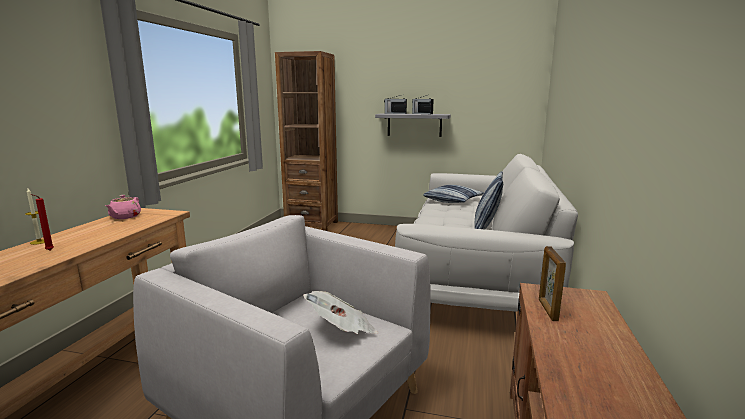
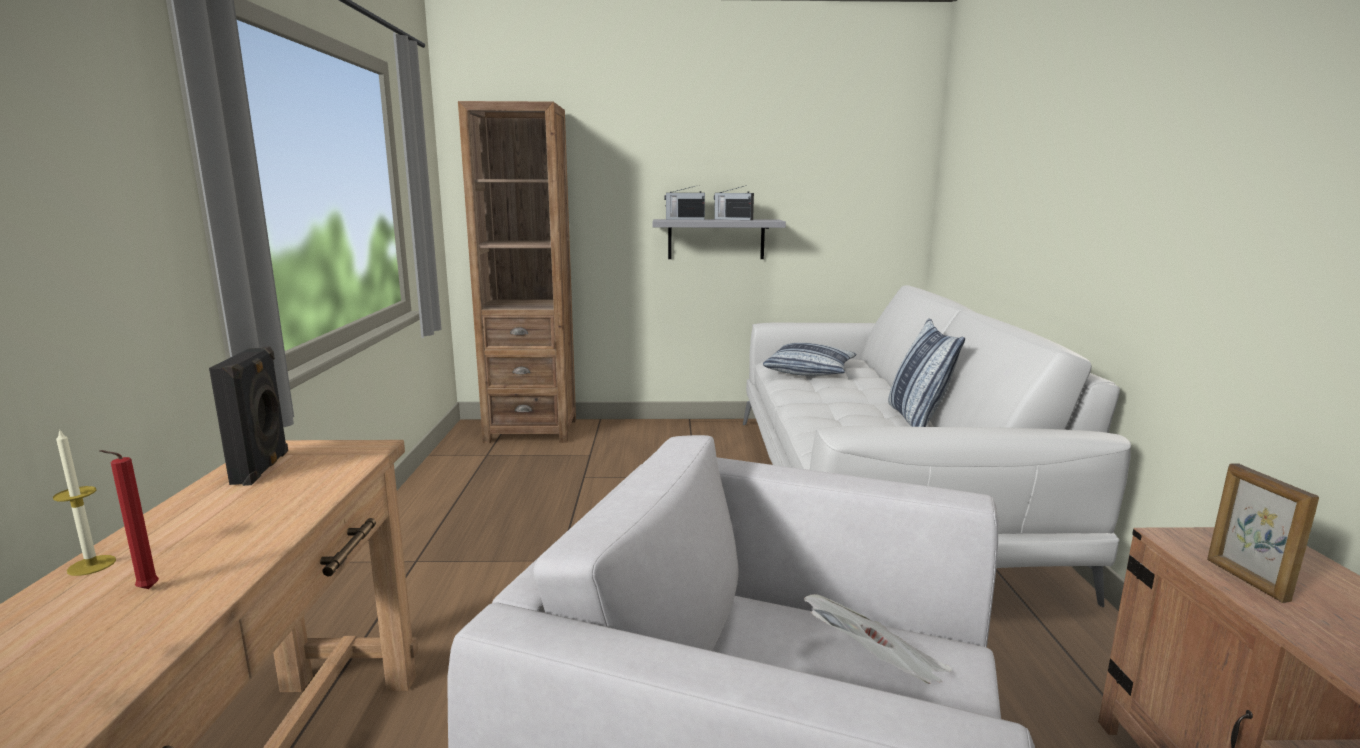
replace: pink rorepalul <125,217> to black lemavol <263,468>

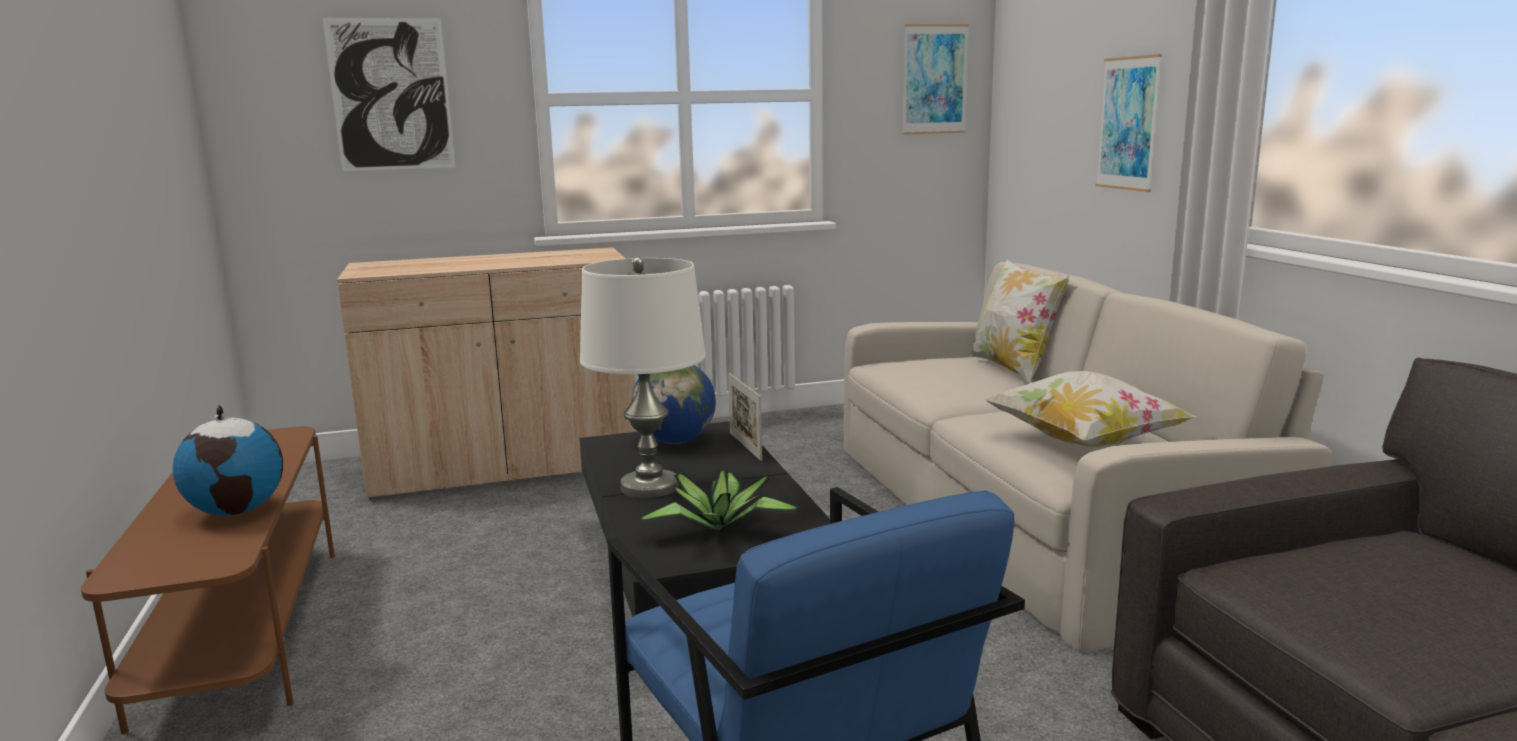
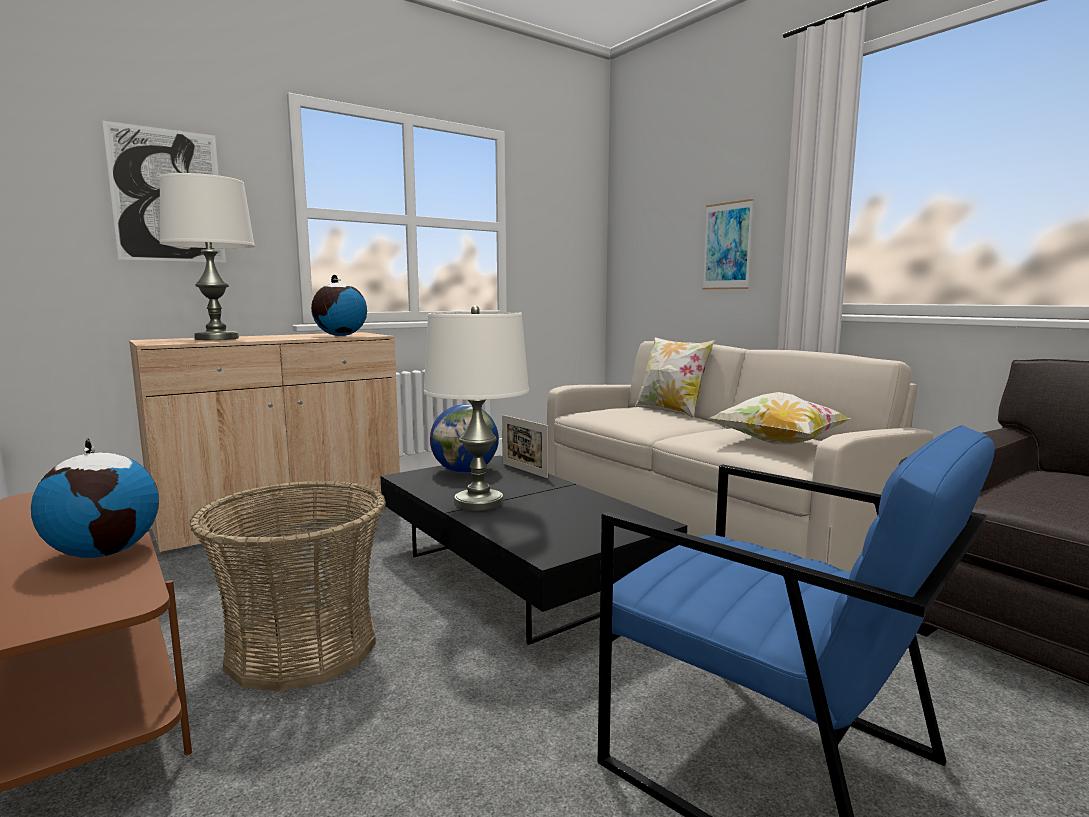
delete: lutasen <719,528>; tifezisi <934,79>
insert: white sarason <217,338>; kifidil <303,647>; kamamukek <340,336>

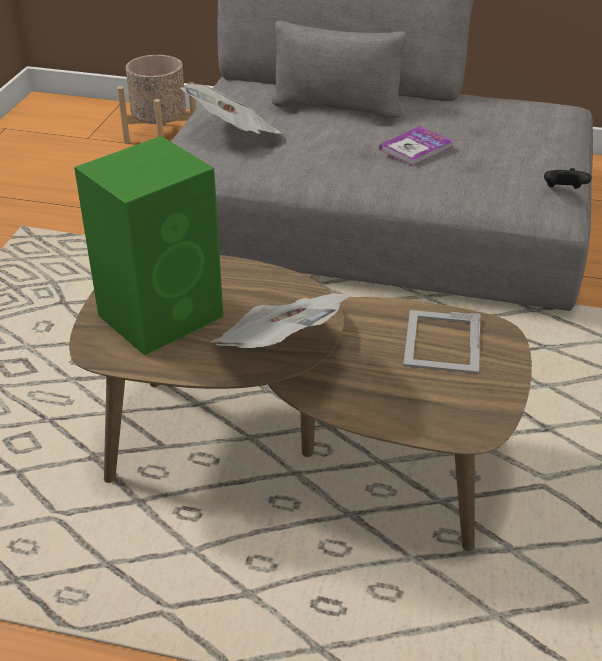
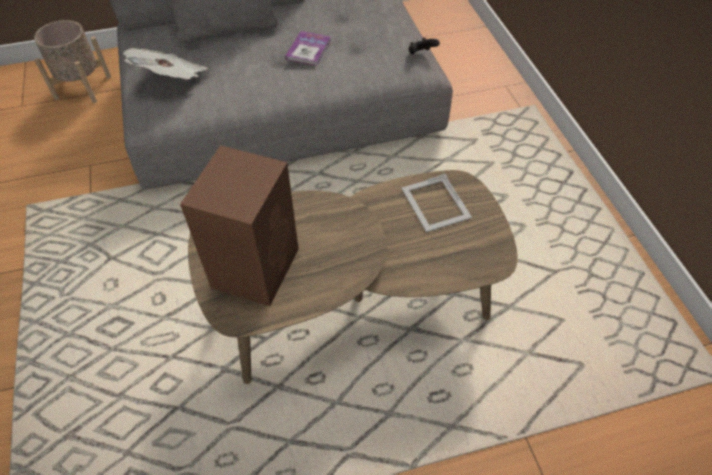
delete: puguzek <279,348>
recolor: green lemavol <163,315> to brown lemavol <256,266>

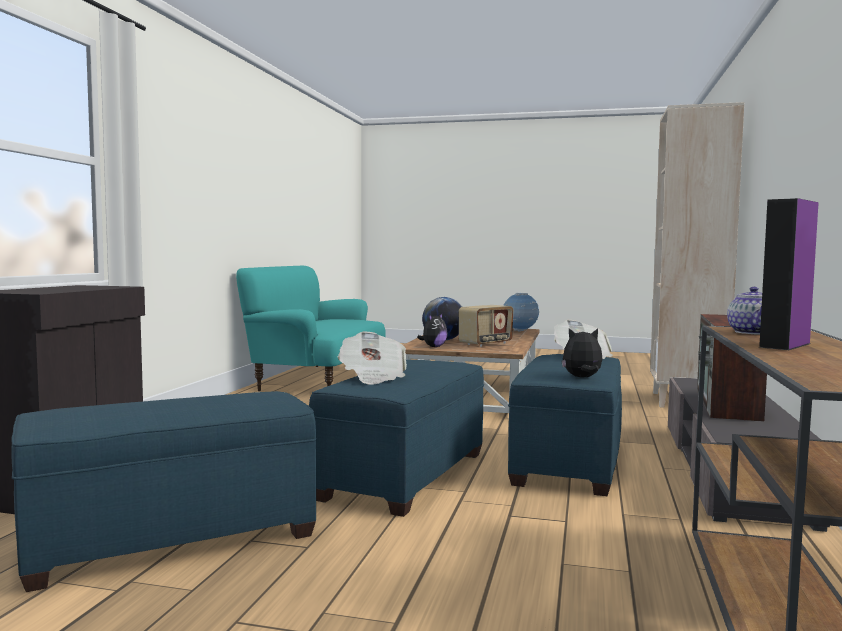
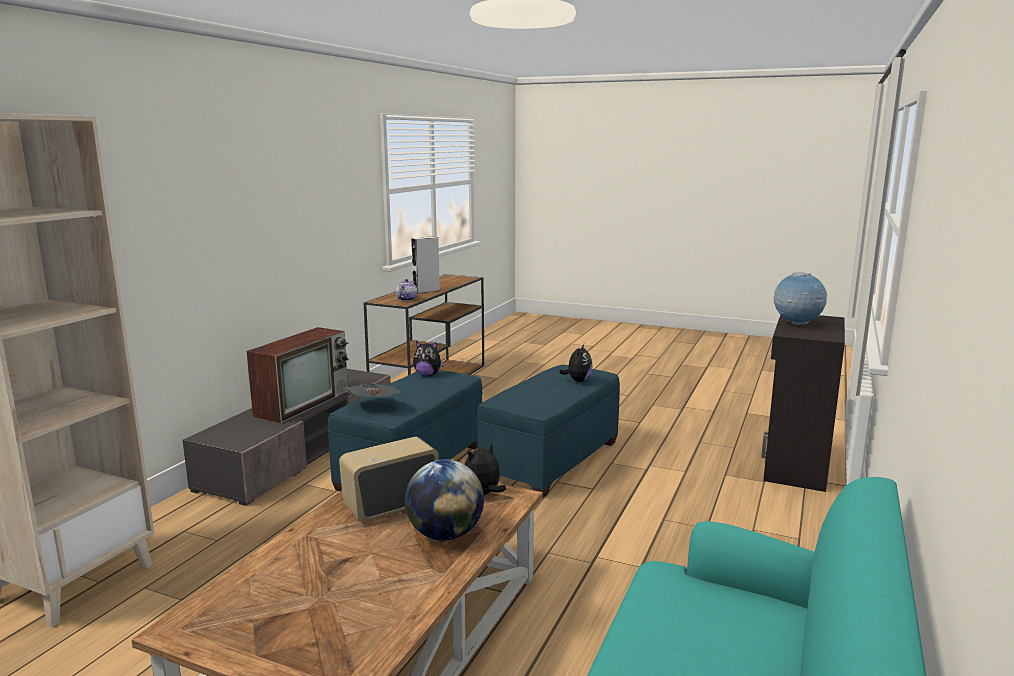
delete: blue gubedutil <171,539>
move: kamamukek <520,331> to <797,324>
replace: puguzek <373,377> to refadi <578,380>
recolor: purple lemavol <785,345> to grey lemavol <426,291>

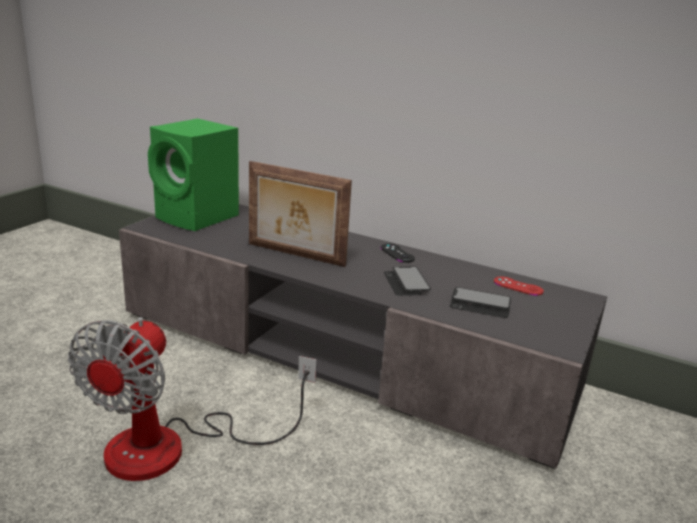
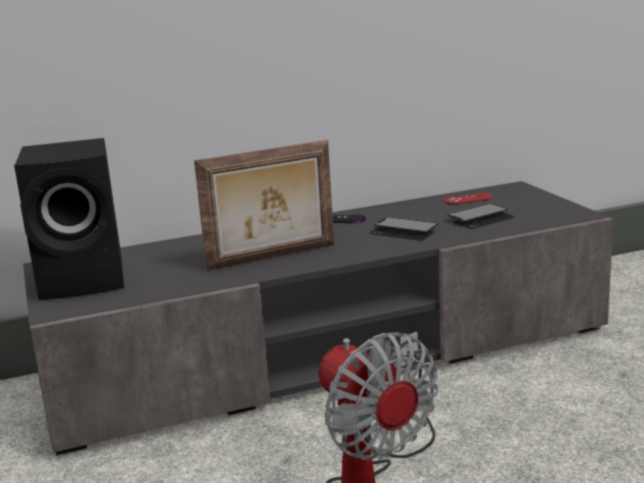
recolor: green lemavol <198,218> to black lemavol <86,279>

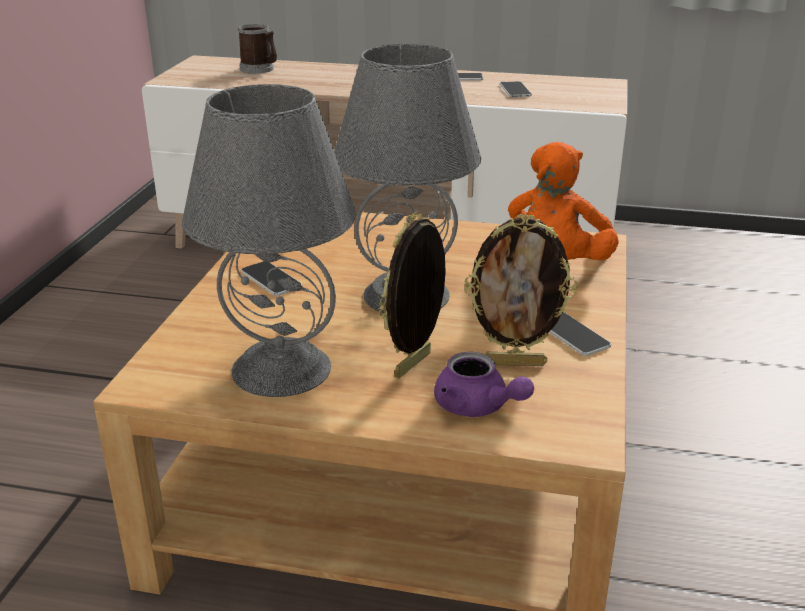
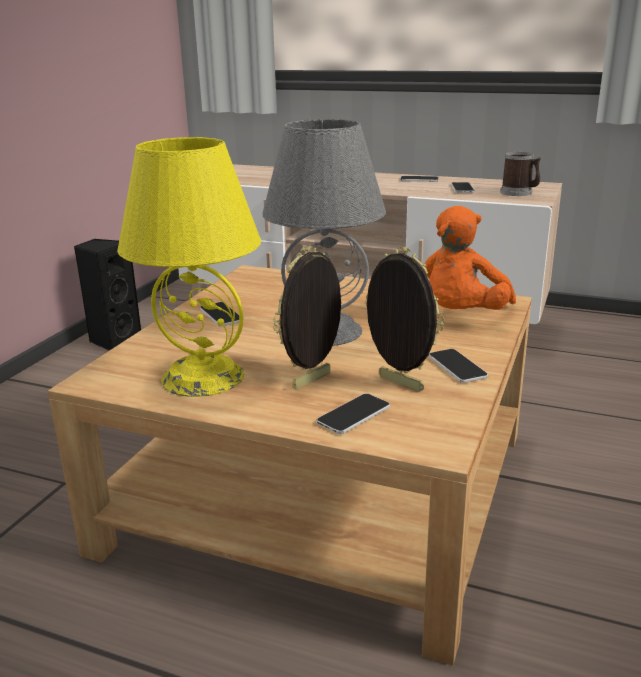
insert: black lemavol <114,341>
move: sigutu <260,69> to <519,193>
replace: purple rorepalul <477,407> to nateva <354,415>
recolor: grey sarason <280,369> to yellow sarason <201,377>
rotate: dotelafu <514,362> = <398,384> 150 degrees counterclockwise

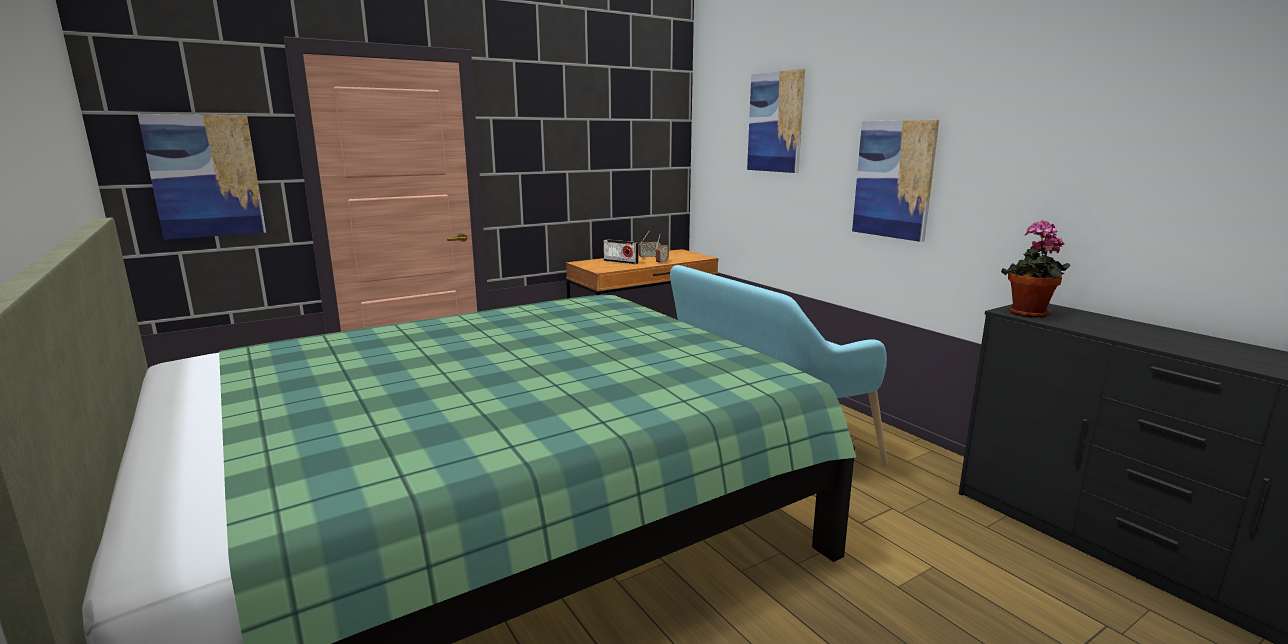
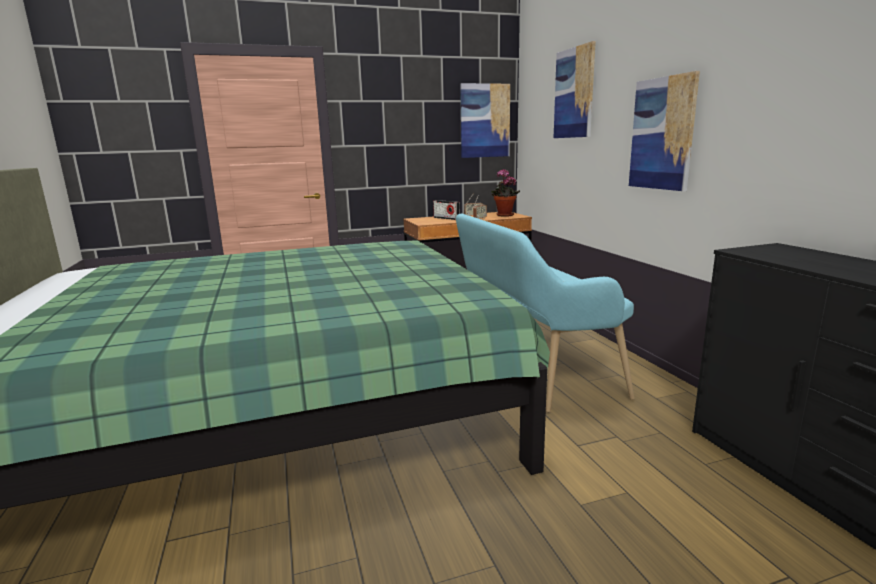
move: tifezisi <205,176> to <485,121>; lutasen <1028,314> to <504,215>

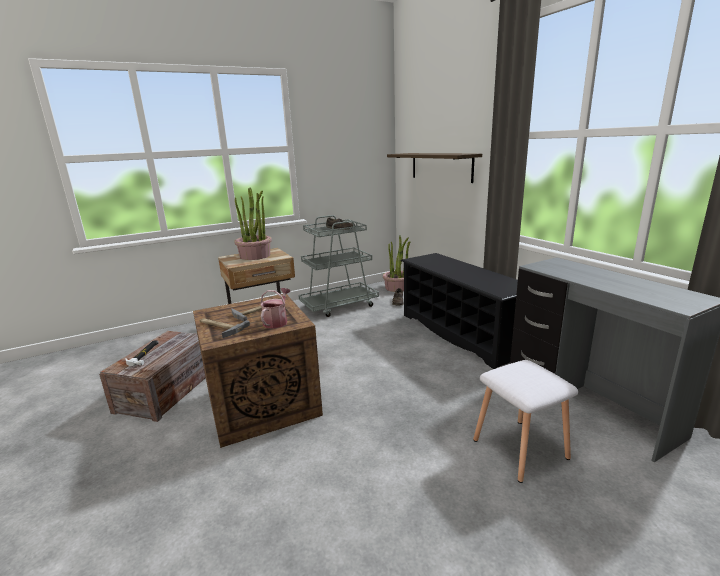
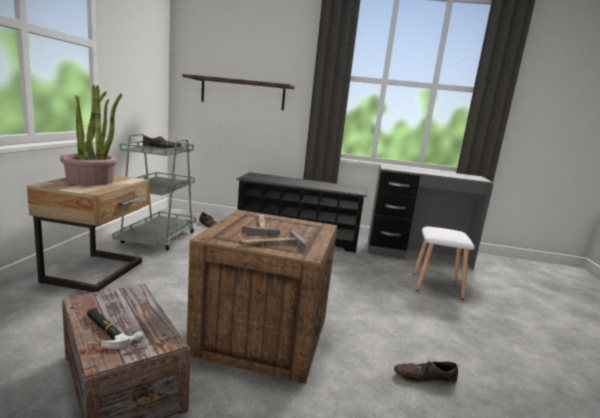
delete: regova <277,321>; lutasen <397,288>
insert: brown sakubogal <424,378>

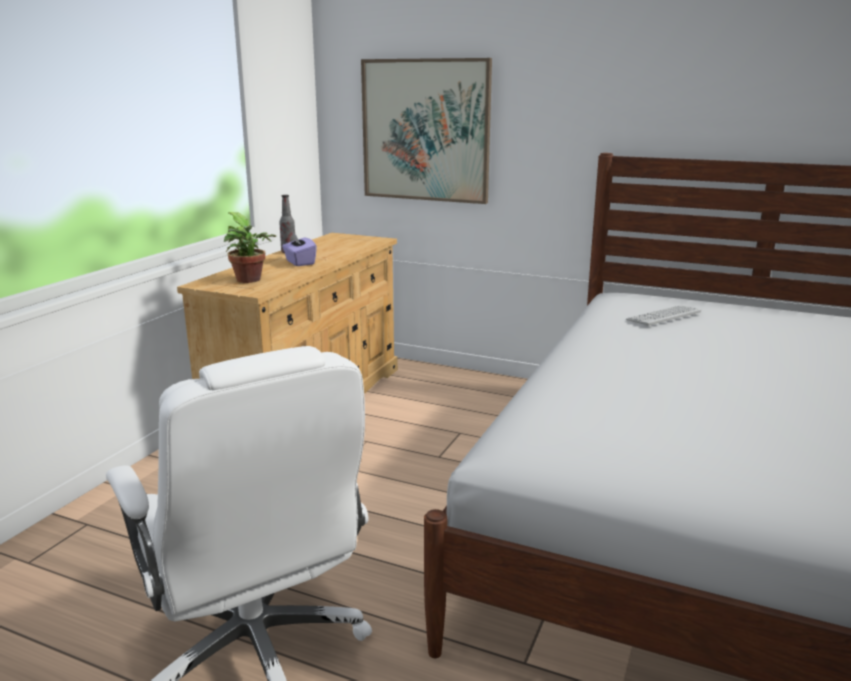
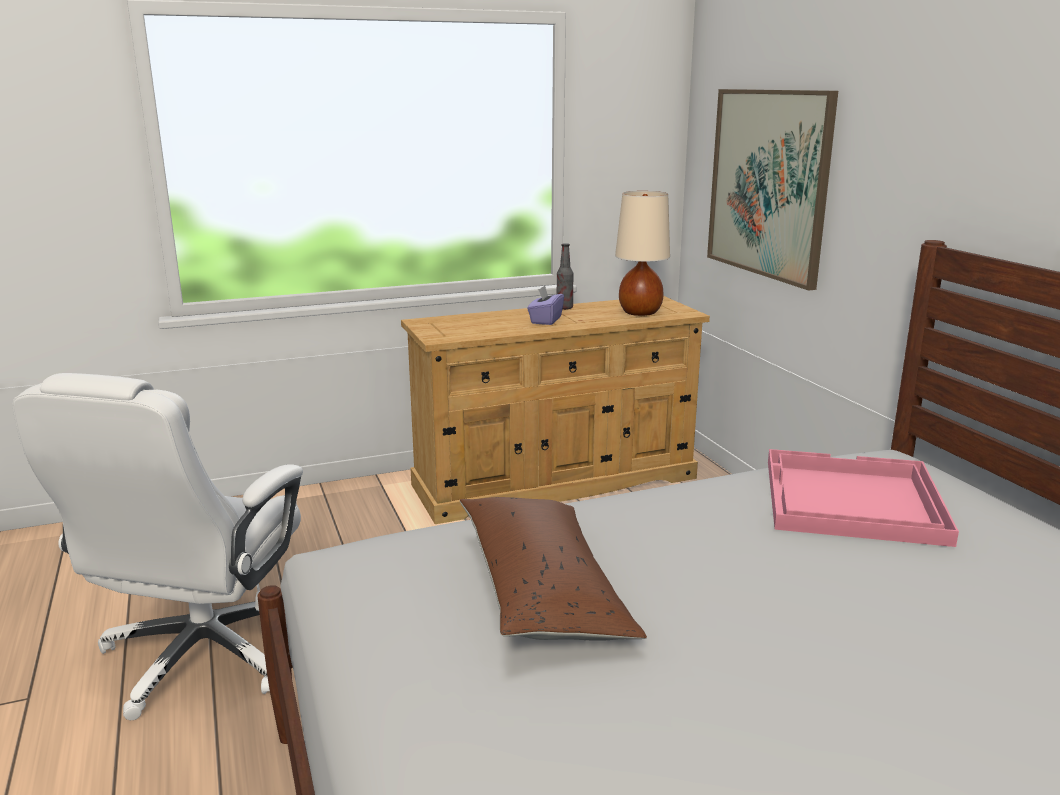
delete: lutasen <250,280>
insert: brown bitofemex <542,589>; beige sarason <640,313>
replace: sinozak <663,316> to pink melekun <850,501>

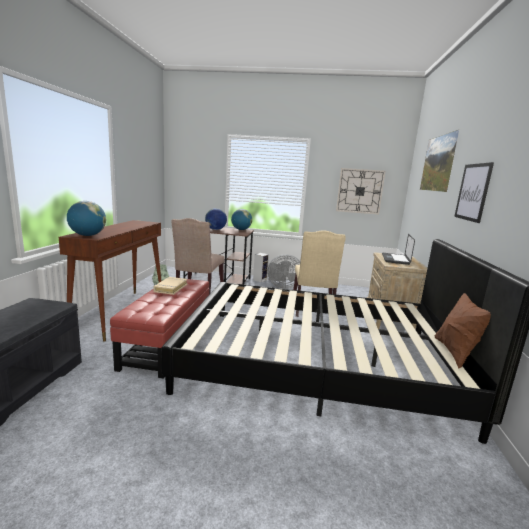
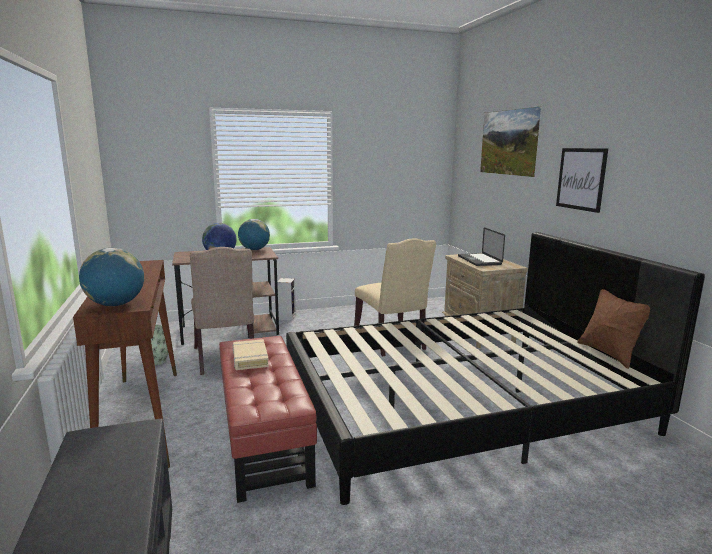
delete: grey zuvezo <282,286>; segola <360,191>

